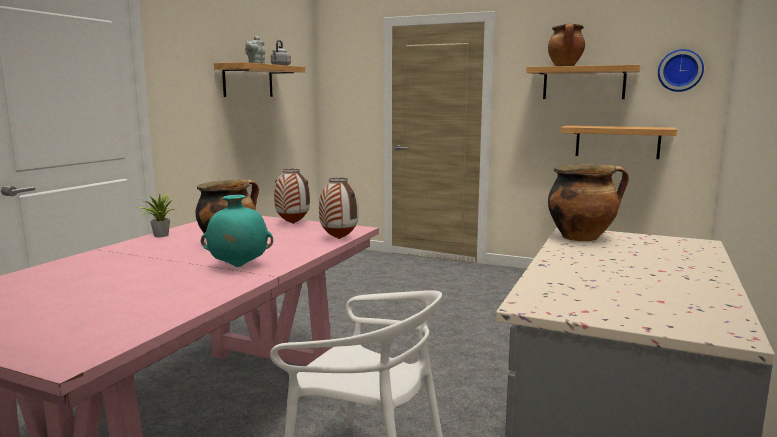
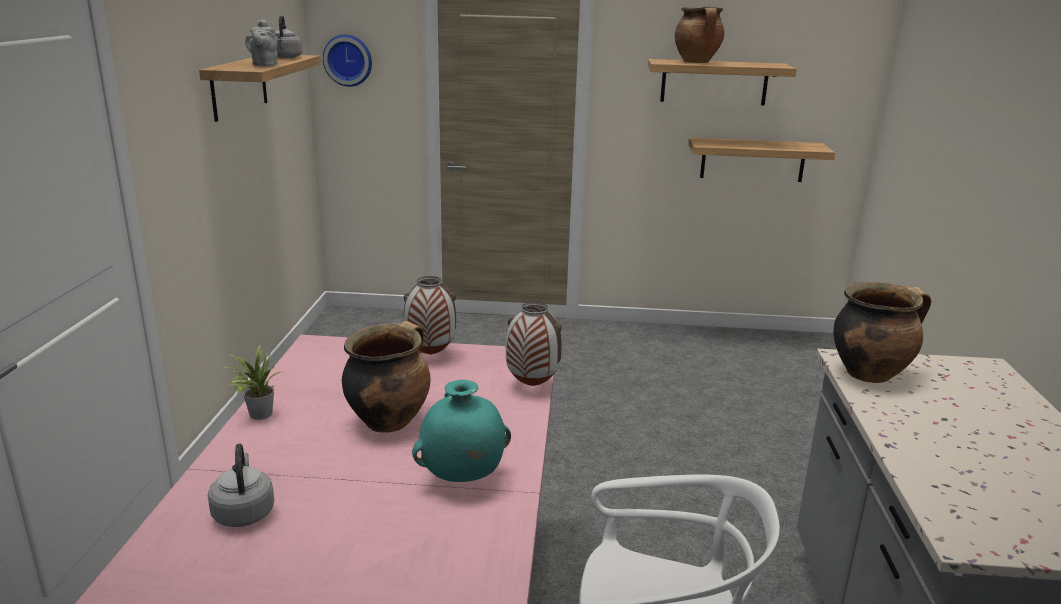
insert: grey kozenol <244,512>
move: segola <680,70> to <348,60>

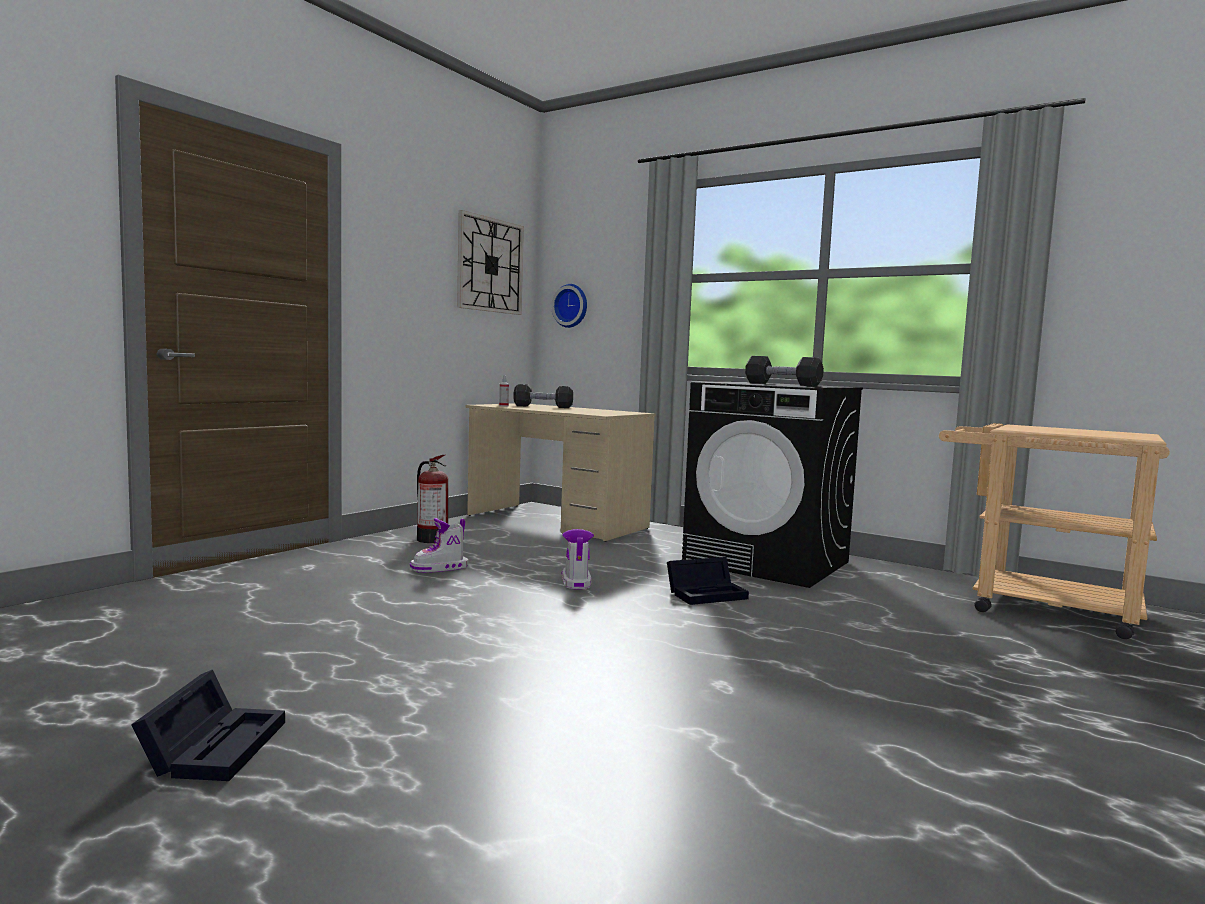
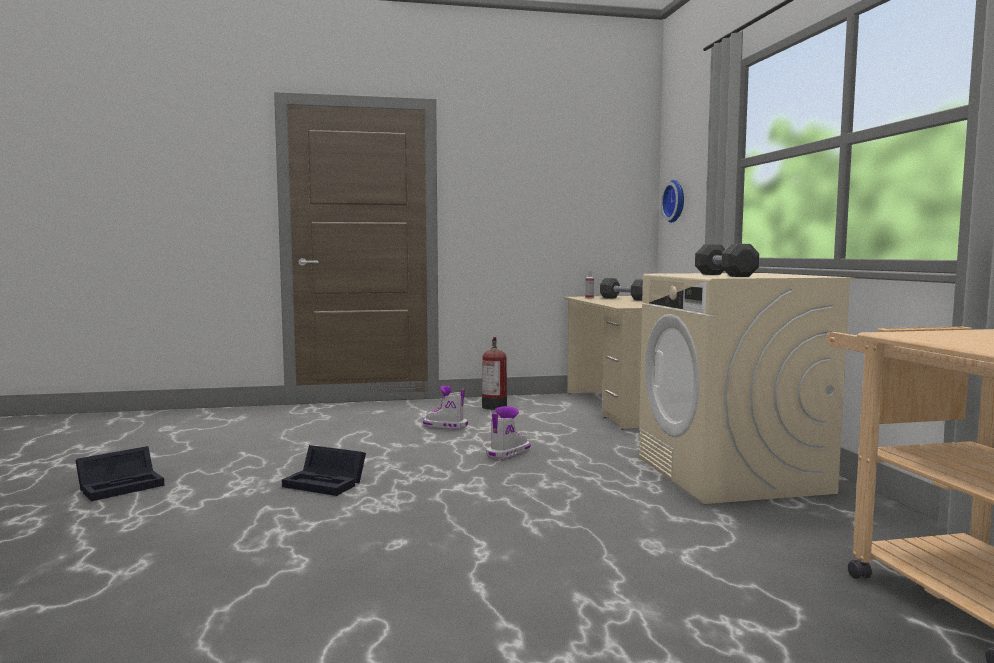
delete: segola <490,265>
move: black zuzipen <707,594> to <327,483>
recolor: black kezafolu <767,562> to beige kezafolu <731,474>

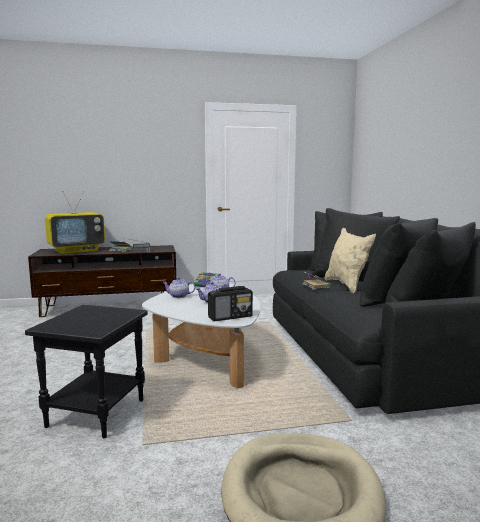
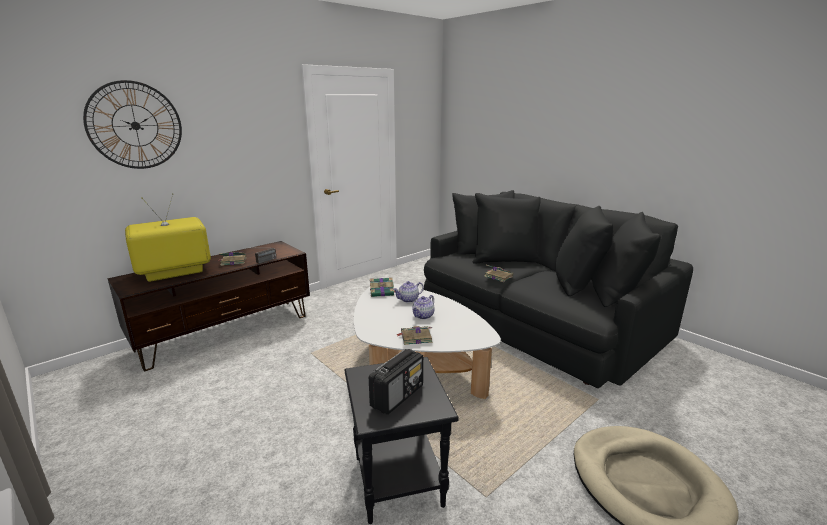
delete: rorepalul <178,296>; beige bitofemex <346,285>
insert: segola <135,125>; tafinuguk <415,337>
move: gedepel <230,317> to <398,395>
rotate: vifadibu <77,250> = <173,272> 150 degrees counterclockwise

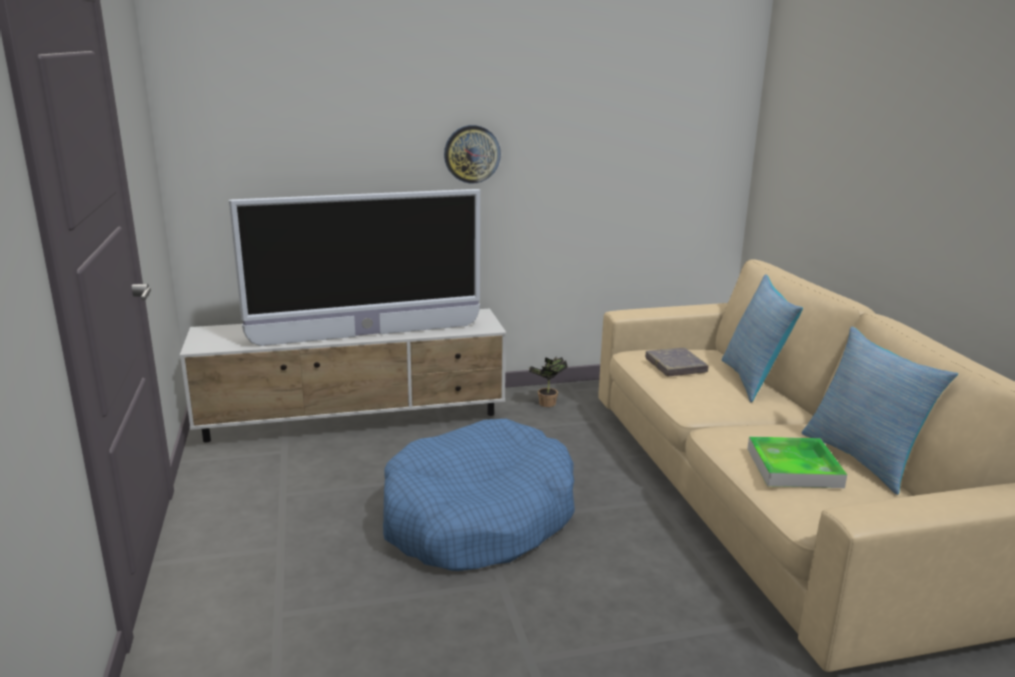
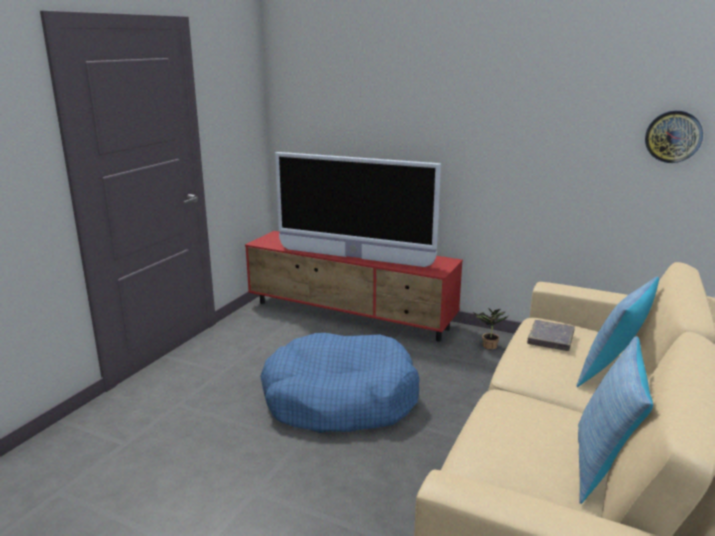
delete: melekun <793,467>
move: segola <472,154> to <673,136>
recolor: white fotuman <355,419> to red fotuman <351,316>

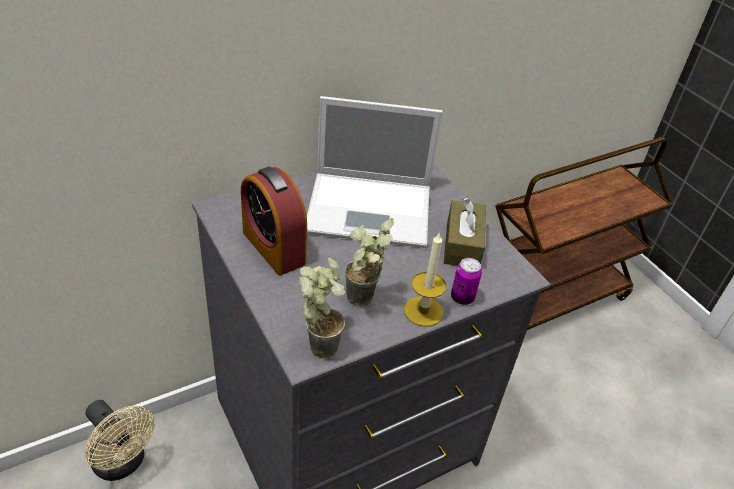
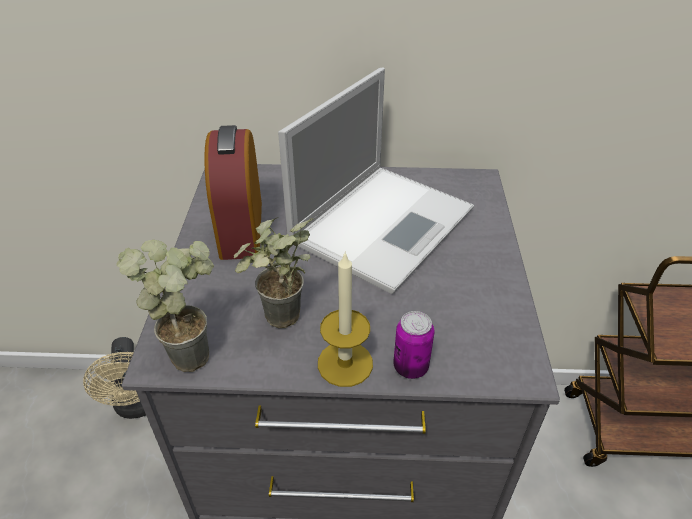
delete: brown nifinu <462,244>
rotate: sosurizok <372,209> = <384,223> 90 degrees counterclockwise

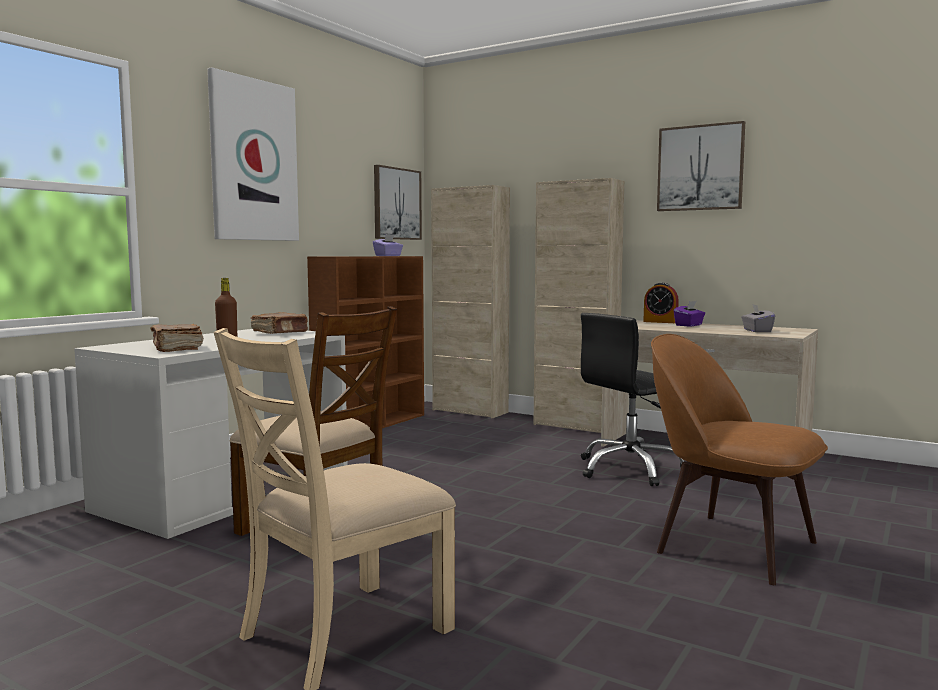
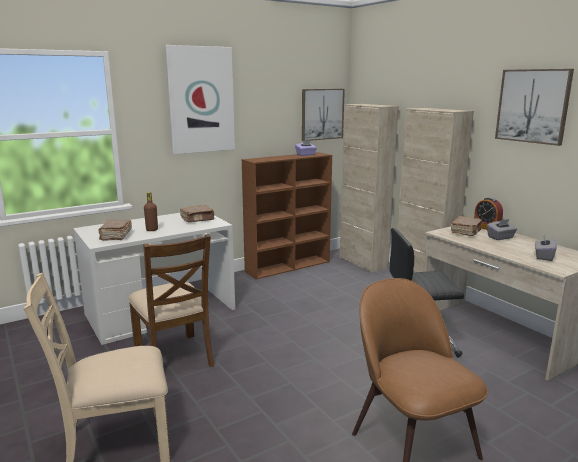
insert: brown tafinuguk <466,232>
recolor: purple nifinu <689,325> to grey nifinu <500,237>

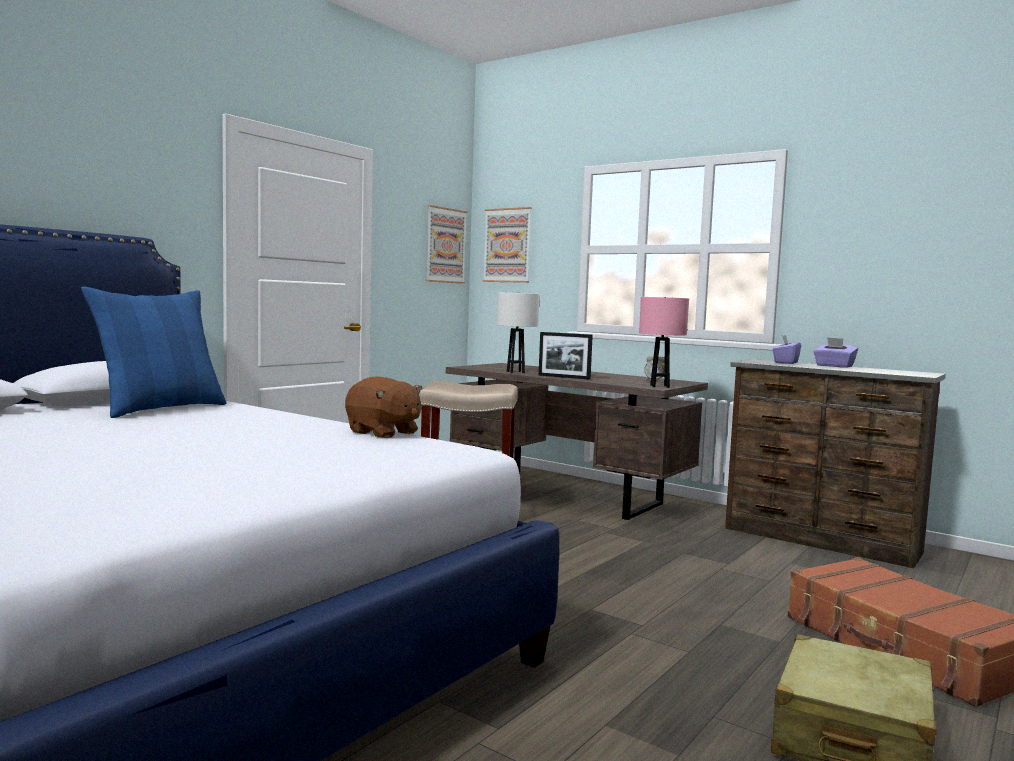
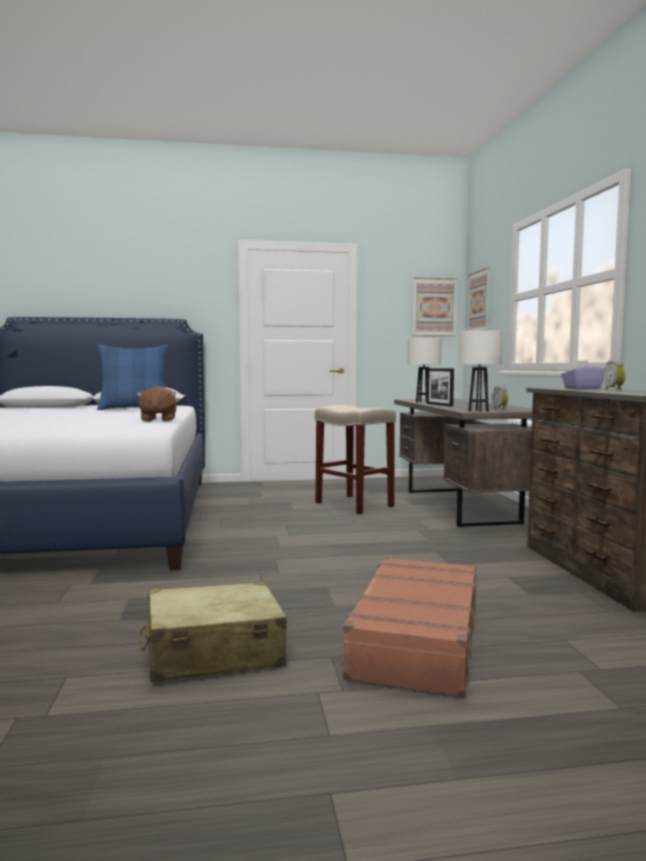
replace: purple nifinu <834,366> to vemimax <615,390>
recolor: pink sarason <659,386> to white sarason <478,411>

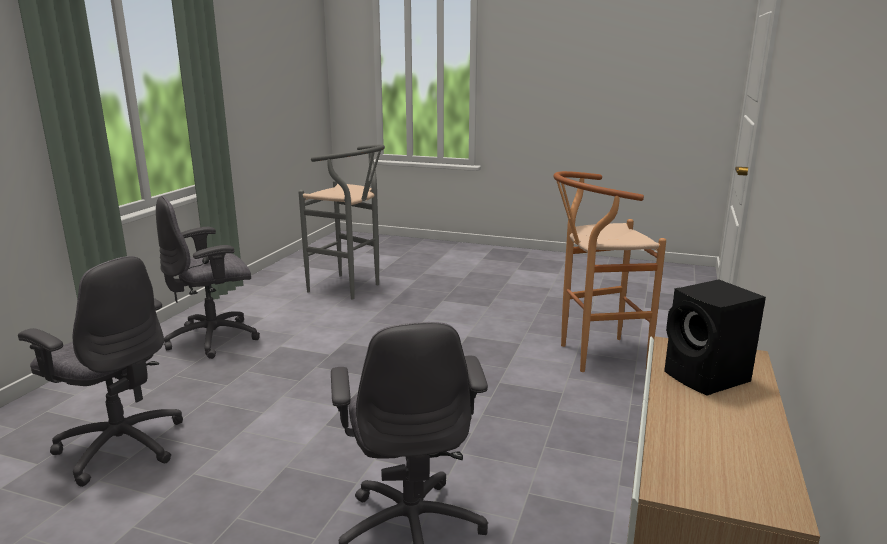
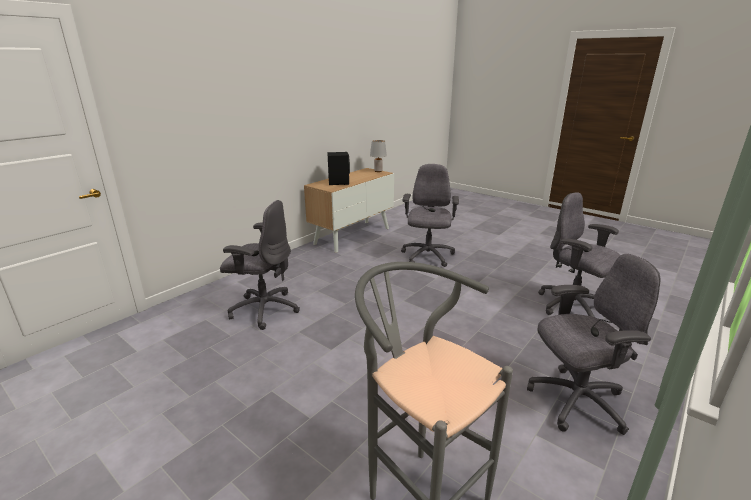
insert: grey sarason <378,171>
replace: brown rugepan <594,356> to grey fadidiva <264,309>

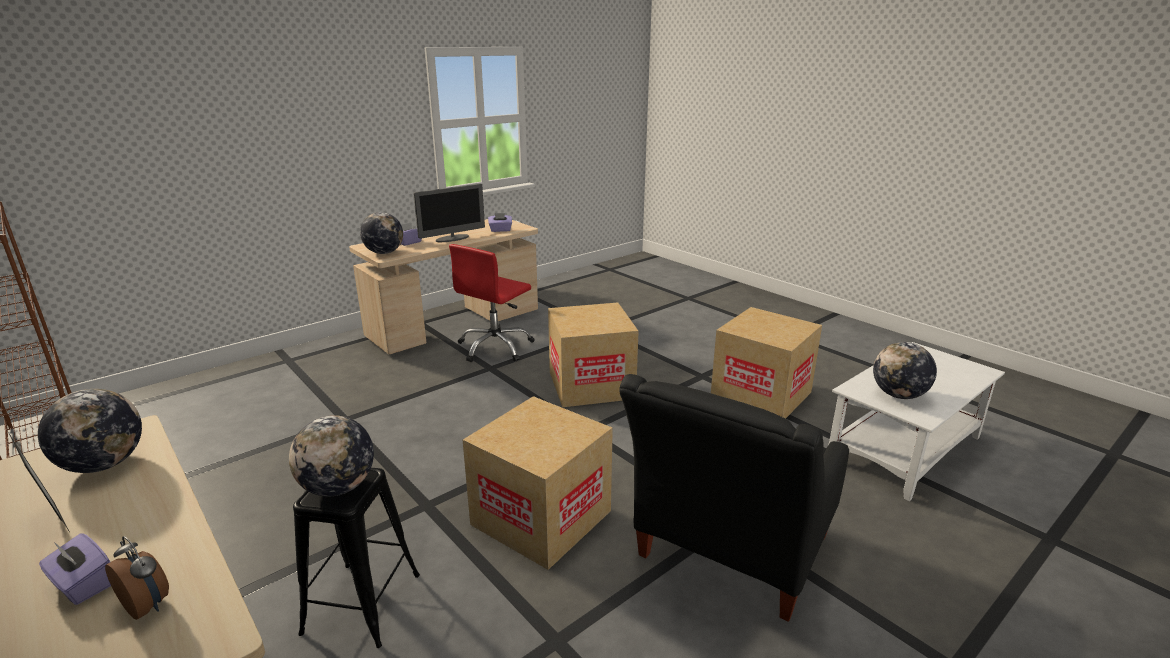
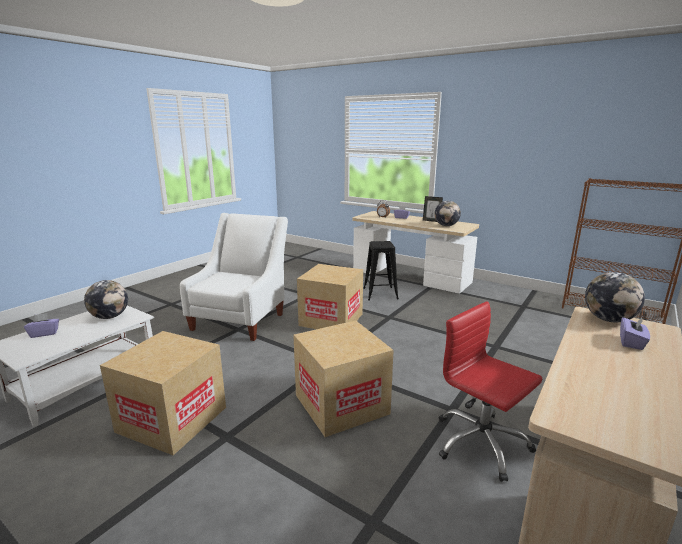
delete: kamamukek <338,487>; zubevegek <452,238>
move: purple nifinu <500,230> to <44,333>
recolor: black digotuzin <727,554> to white digotuzin <242,319>
rotate: red fadidiva <495,347> = <480,443> 60 degrees counterclockwise

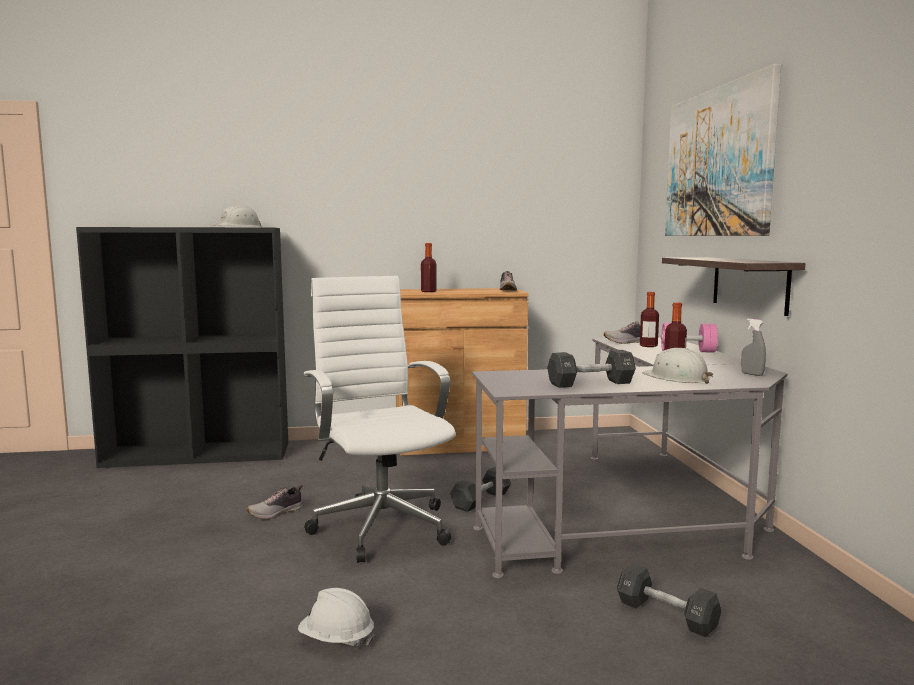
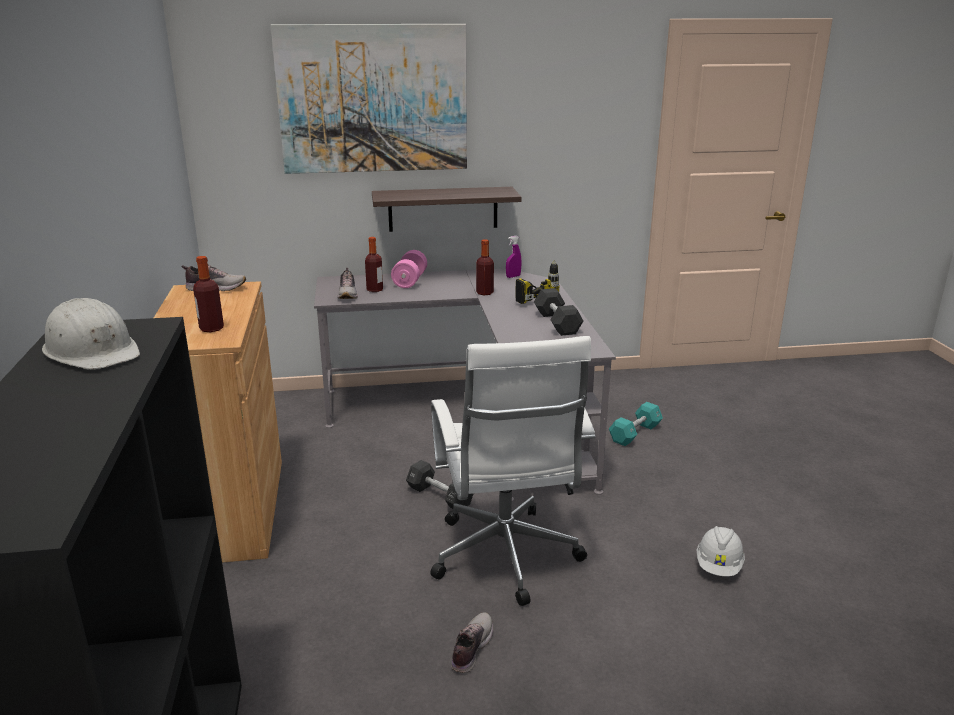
replace: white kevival <676,378> to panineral <530,297>
recolor: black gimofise <666,615> to turquoise gimofise <635,433>; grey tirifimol <752,374> to purple tirifimol <513,276>
rotate: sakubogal <276,513> = <470,648> 120 degrees counterclockwise; white fadidiva <380,525> = <506,559> 75 degrees counterclockwise

